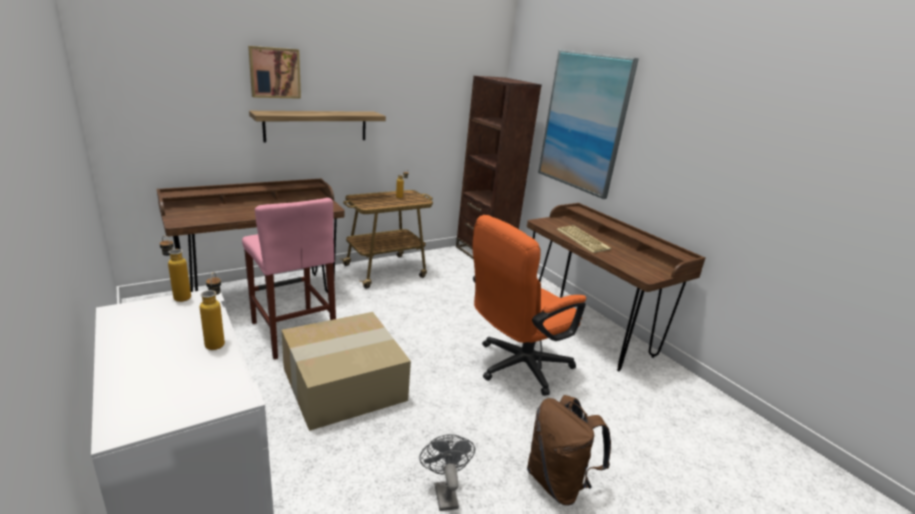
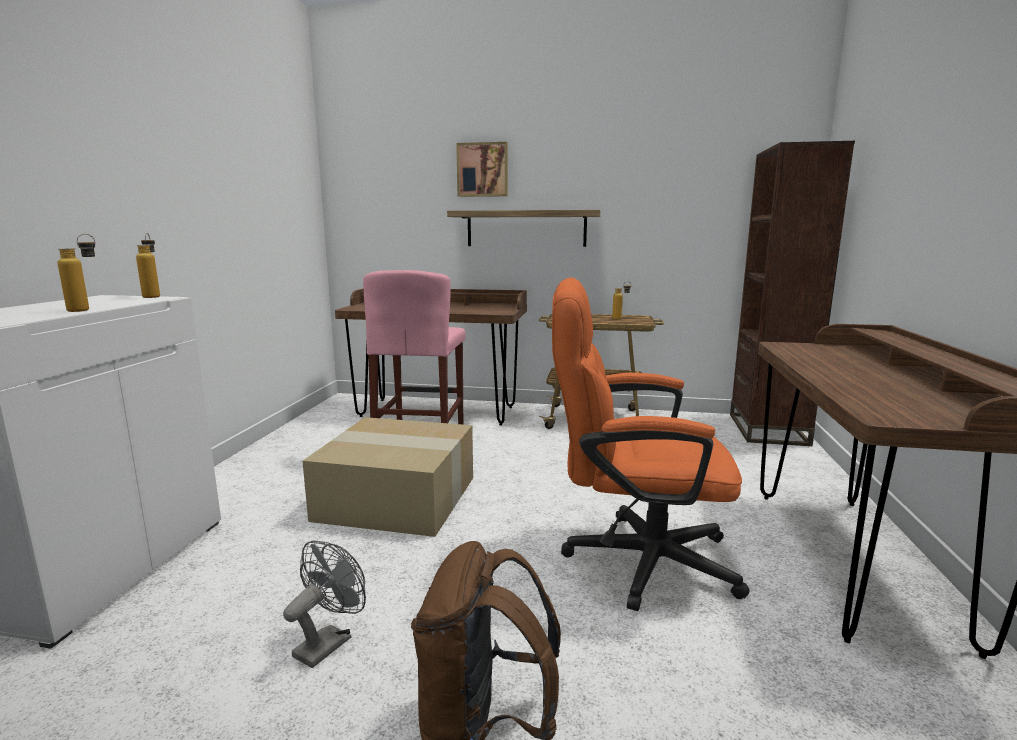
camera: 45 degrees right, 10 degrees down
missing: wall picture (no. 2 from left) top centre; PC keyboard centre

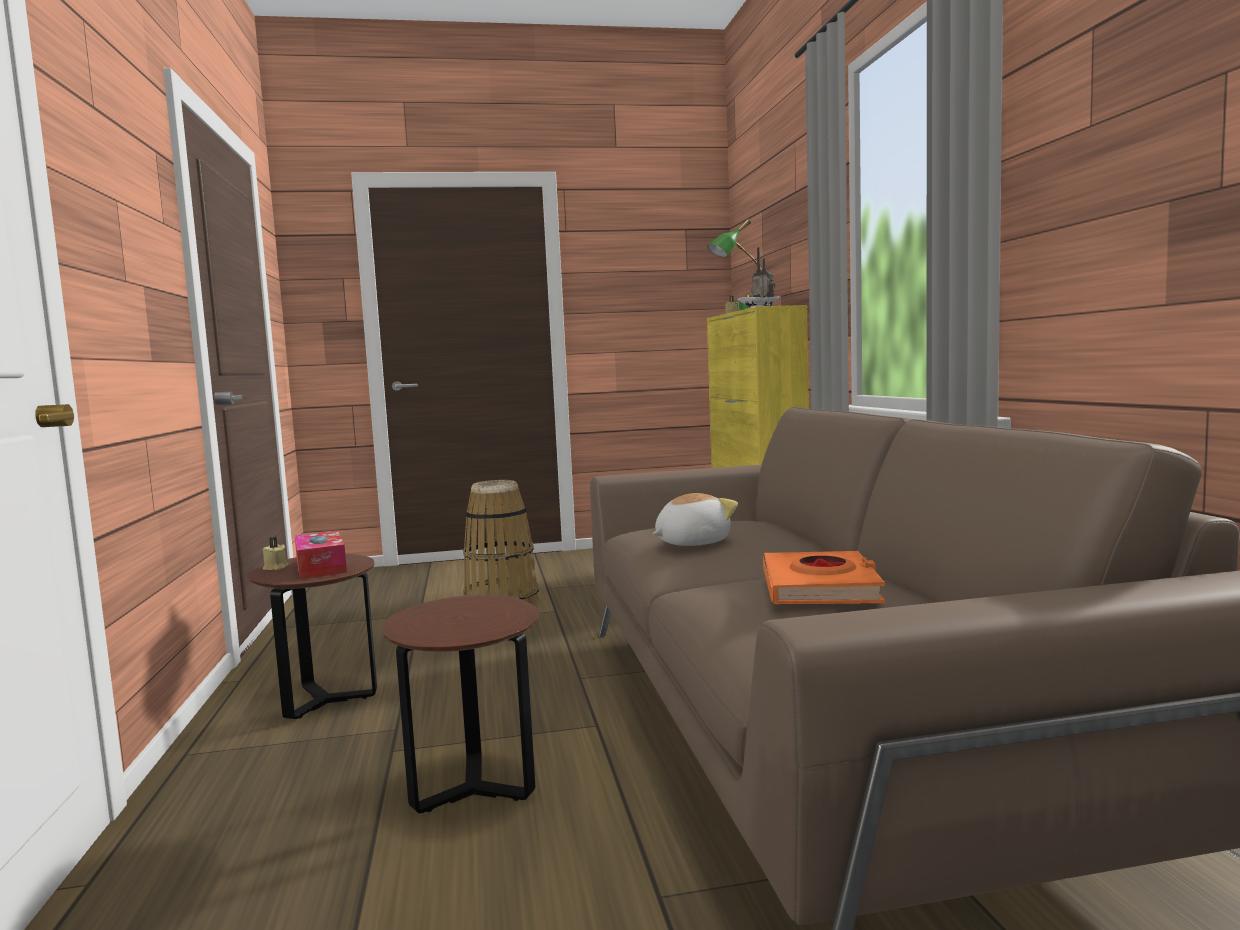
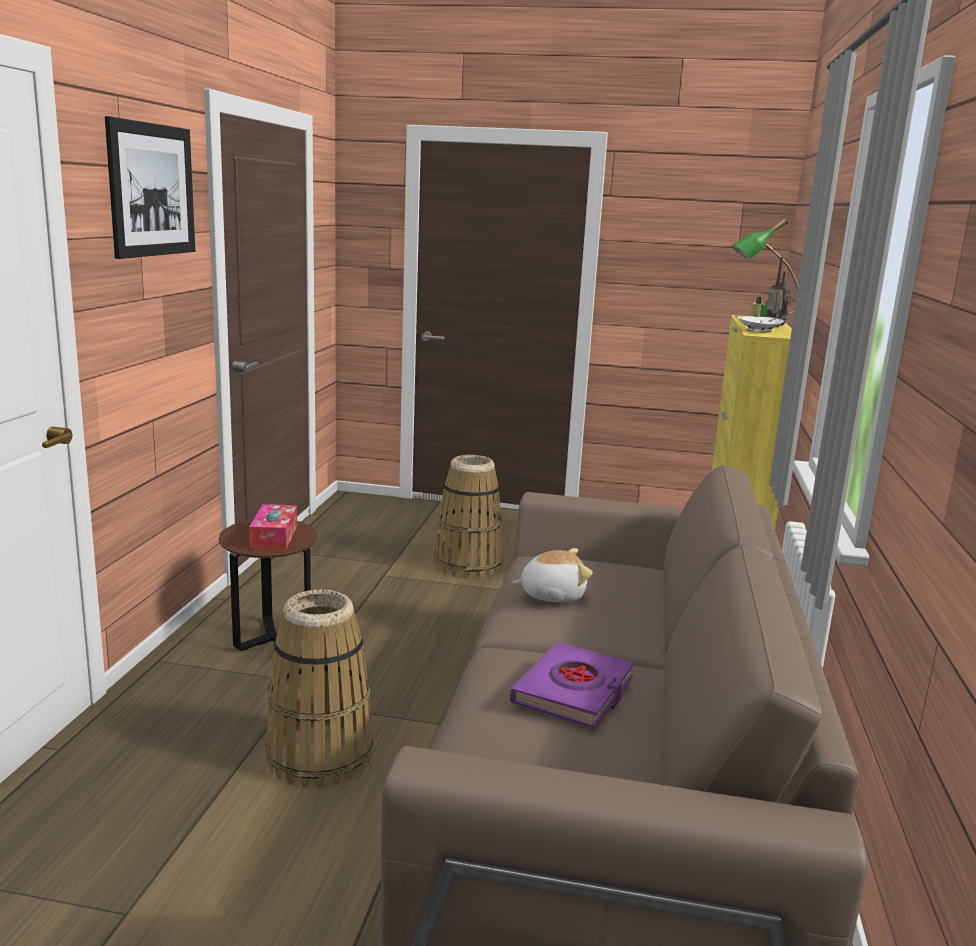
camera: 20 degrees right, 10 degrees up
missing: wax light in beige (no. 1 from left) middle left
appeared: wall picture top left
exchanged: side table in brown-coloured (no. 2 from left) bottom centre to basket (no. 1 from left) bottom left
colour: bound book in orange centre to bound book in purple-coloured bottom centre

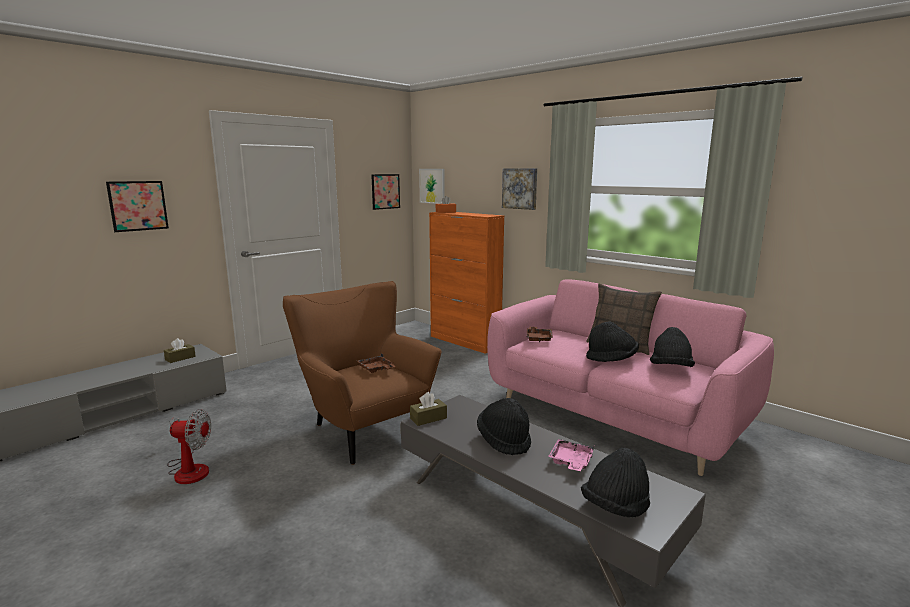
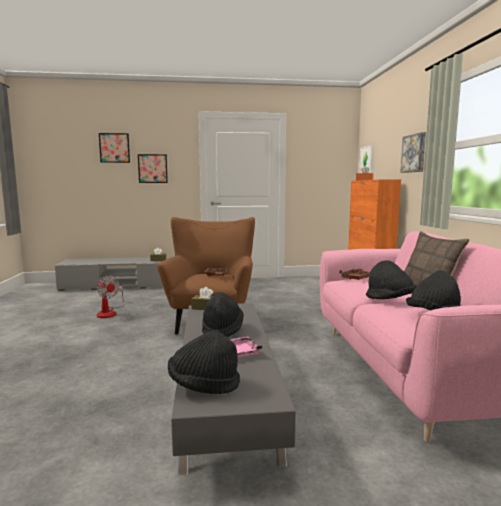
camera: 40 degrees right, 5 degrees down
relocated: wall picture (no. 2 from left in the first image) top centre to wall picture (no. 1 from left) top left

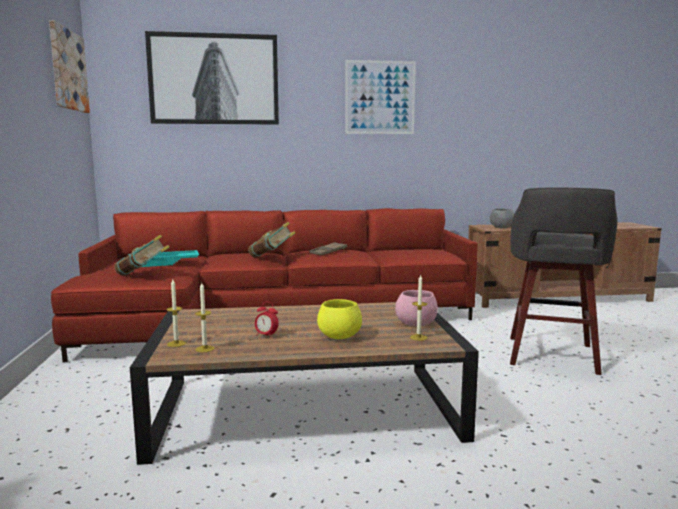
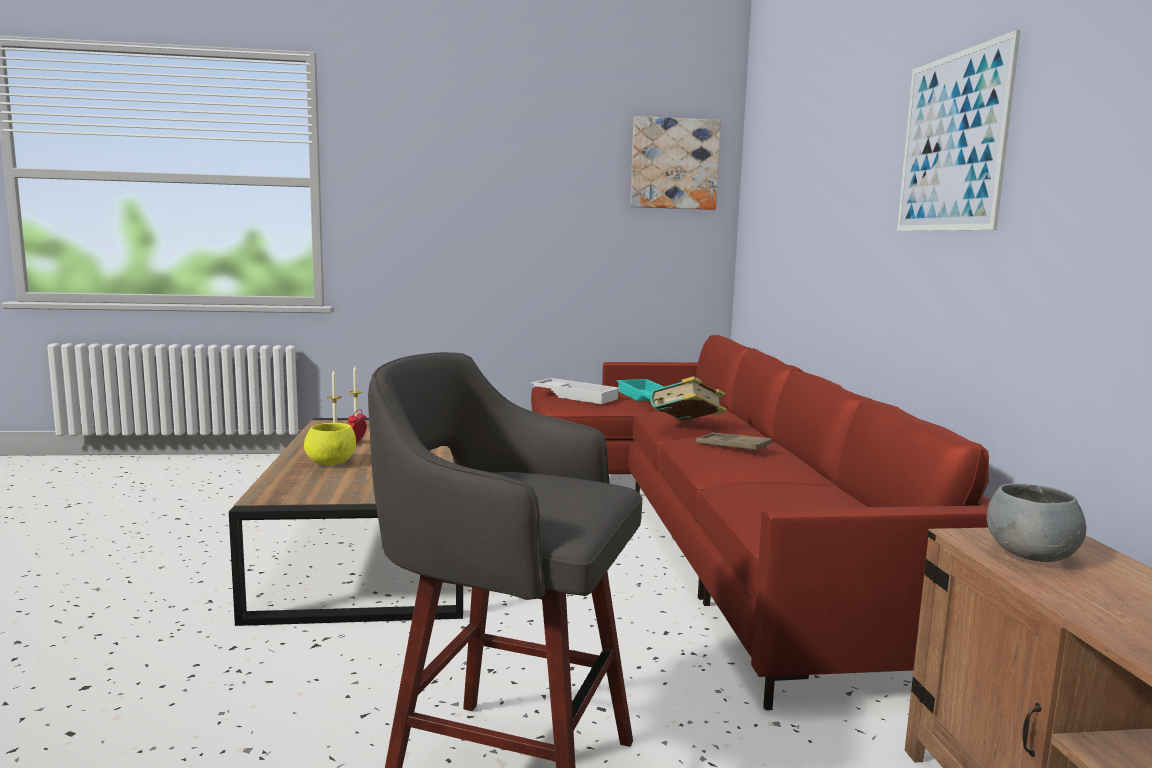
camera: 90 degrees right, 0 degrees up
missing: wall picture (no. 2 from left) top left; deep dish in pink-coloured centre; wax light (no. 3 from left) centre
exchanged: bound book (no. 1 from left) middle left to tray in whitish centre

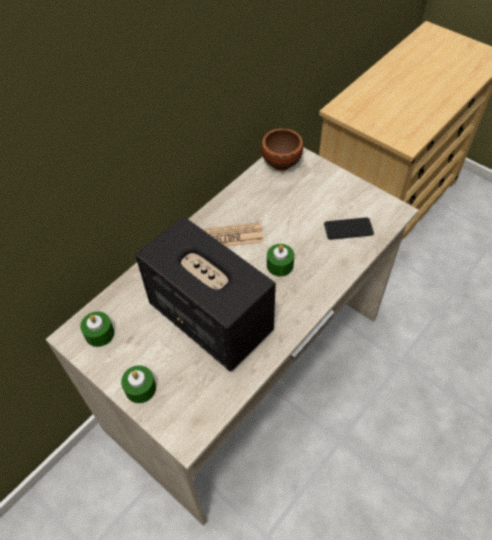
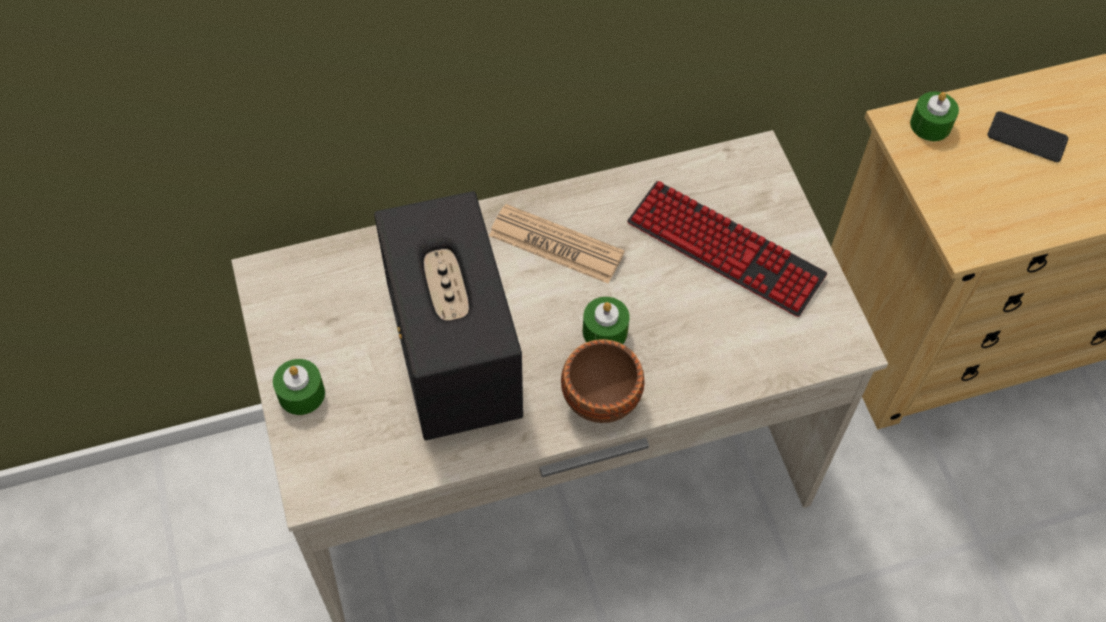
camera: 30 degrees right, 5 degrees up
appeared: PC keyboard centre
relocated: wax light in green (no. 1 from left in the first image) middle left to wax light in green (no. 3 from left) top right; deep dish in brown-coloured top centre to centre; handset middle right to top right

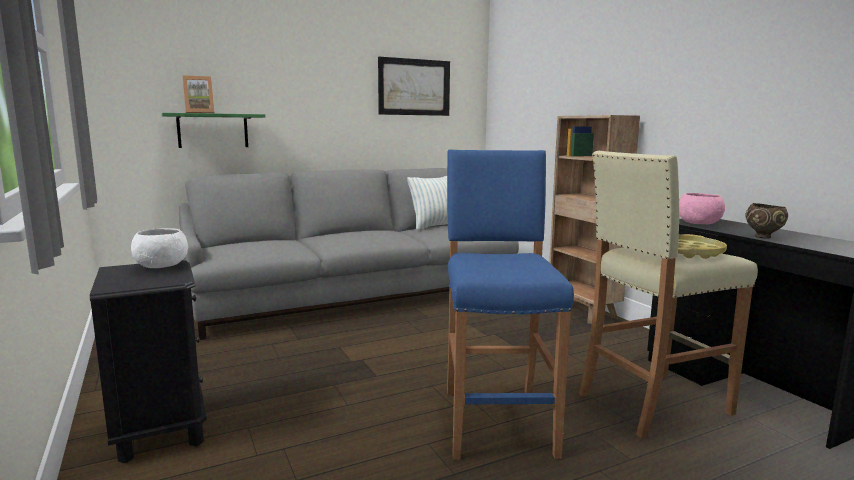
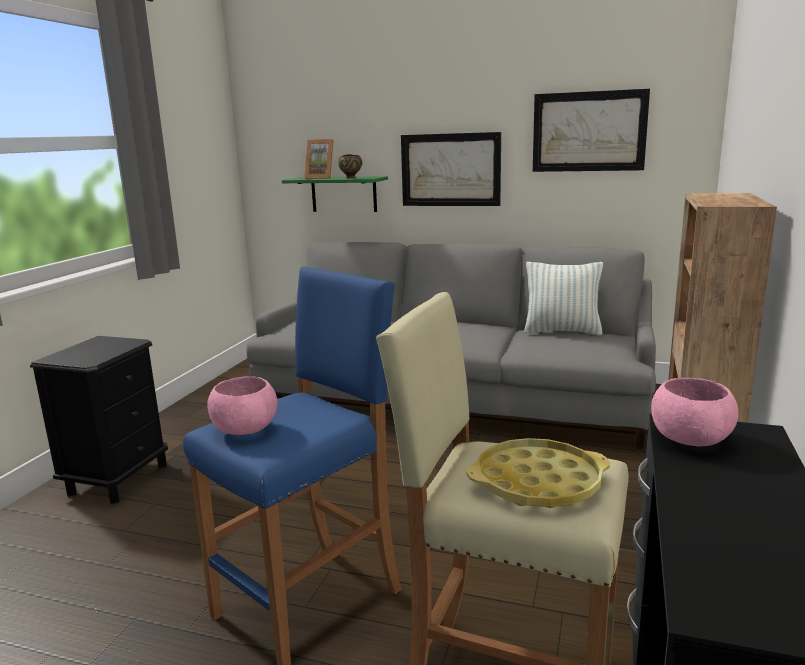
camera: 45 degrees right, 5 degrees up
missing: deep dish in whitish middle left
appeared: deep dish in pink-coloured (no. 1 from left) middle left; wall picture (no. 1 from left) top centre
relocated: deep dish in brown-coloured middle right to top centre

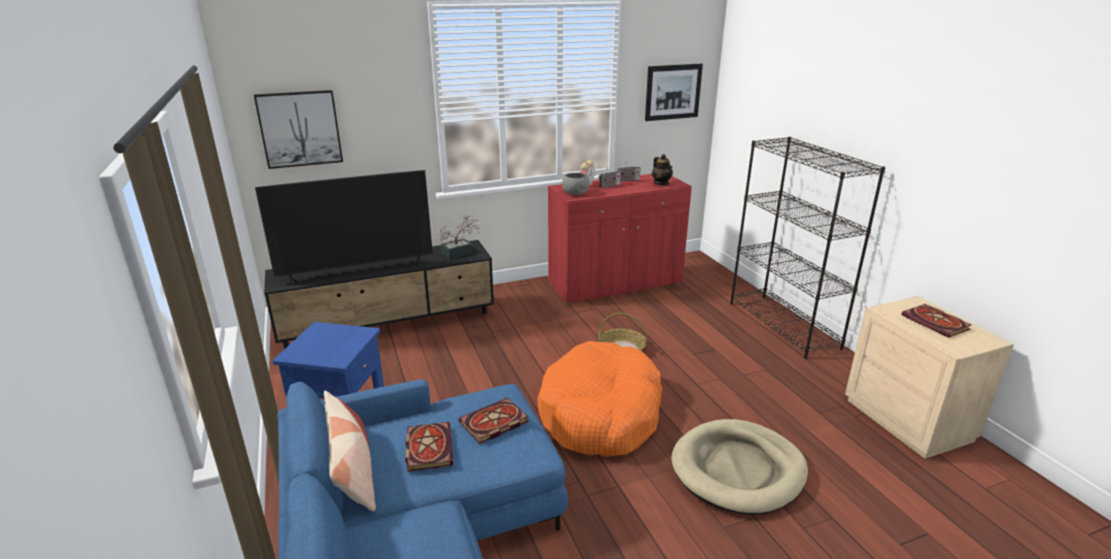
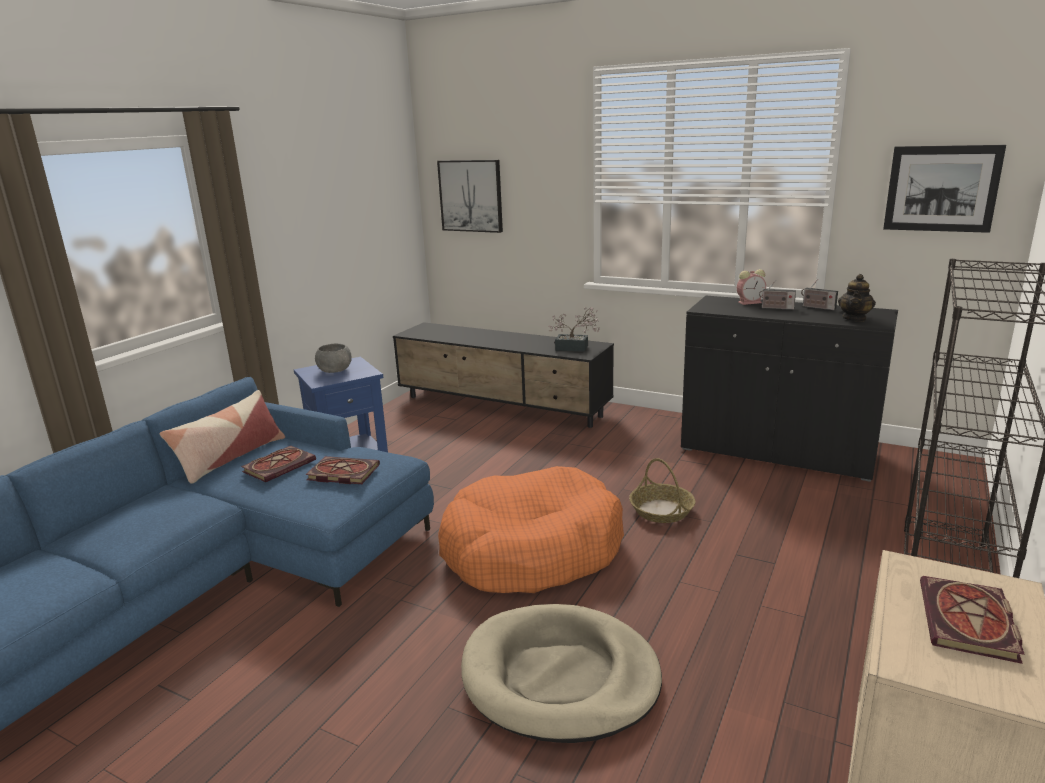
camera: 50 degrees right, 5 degrees down
missing: TV middle left
relocated: deep dish in gray top centre to middle left
colour: cabinet in red-coloured centre to cabinet in black-coloured middle right

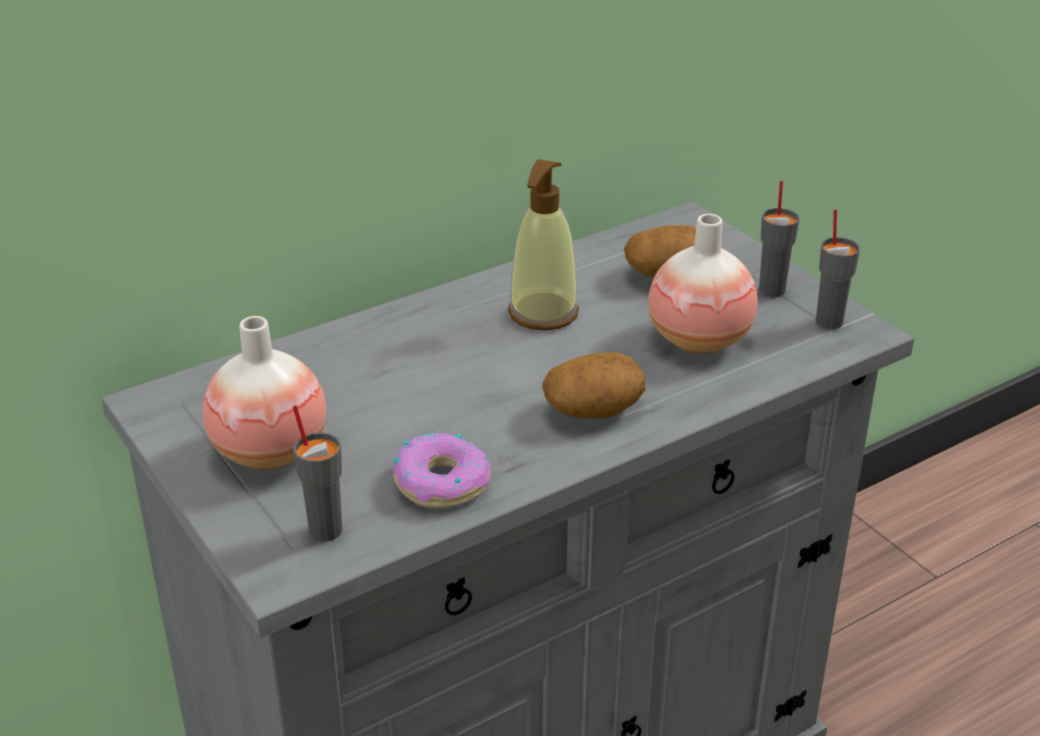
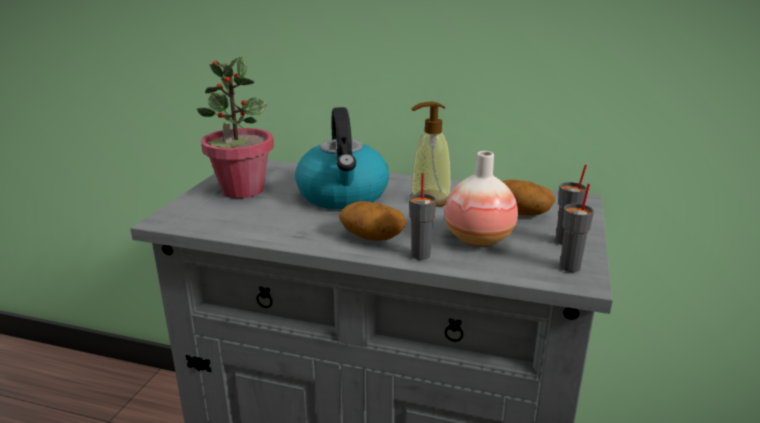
camera: 50 degrees right, 10 degrees down
missing: donut centre
appeared: kettle centre
relocated: drinking cup in gray (no. 1 from left) middle left to centre
exchanged: flower vase (no. 1 from left) middle left to houseplant top left

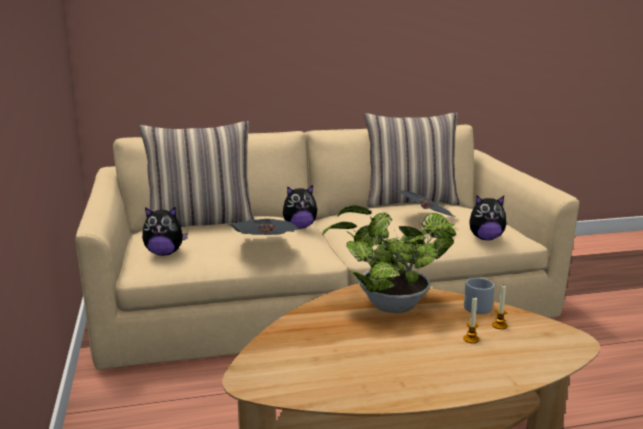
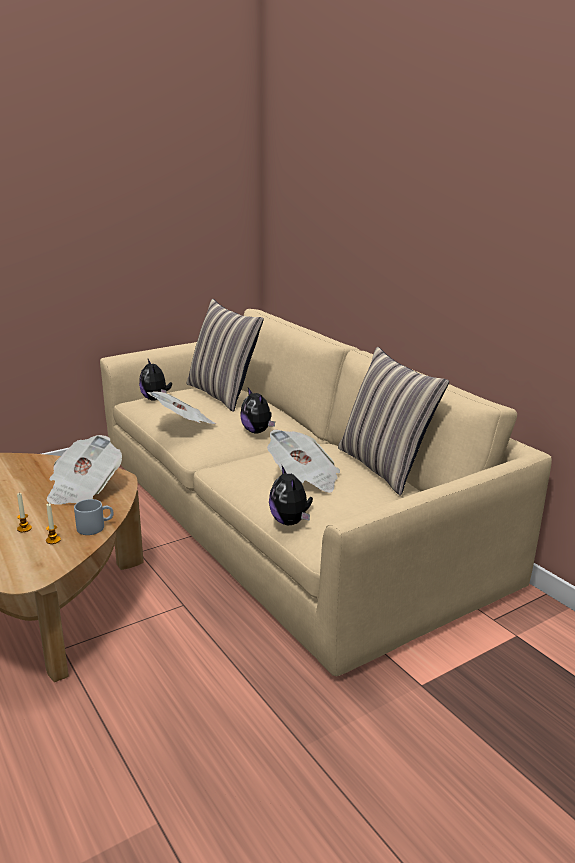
camera: 70 degrees right, 5 degrees up
exchanged: houseplant centre to daily paper (no. 1 from left) middle left

